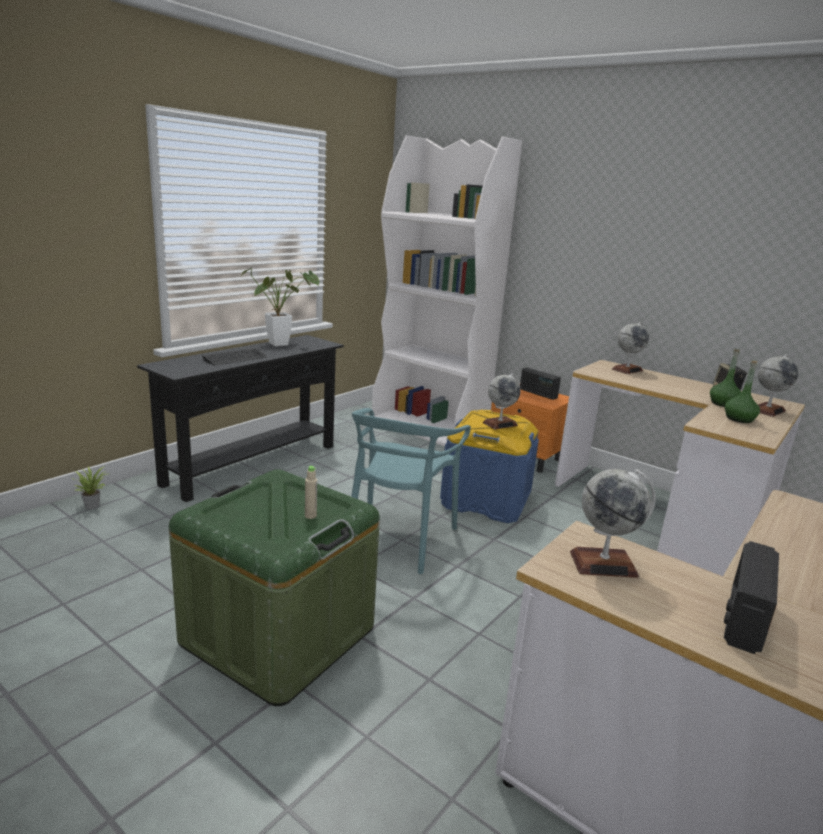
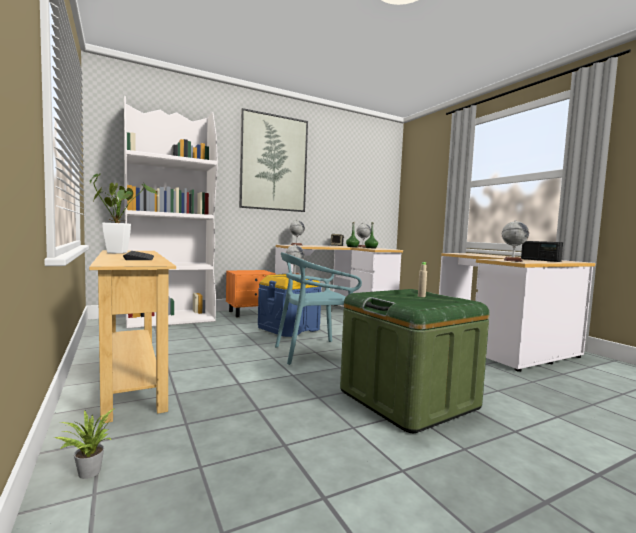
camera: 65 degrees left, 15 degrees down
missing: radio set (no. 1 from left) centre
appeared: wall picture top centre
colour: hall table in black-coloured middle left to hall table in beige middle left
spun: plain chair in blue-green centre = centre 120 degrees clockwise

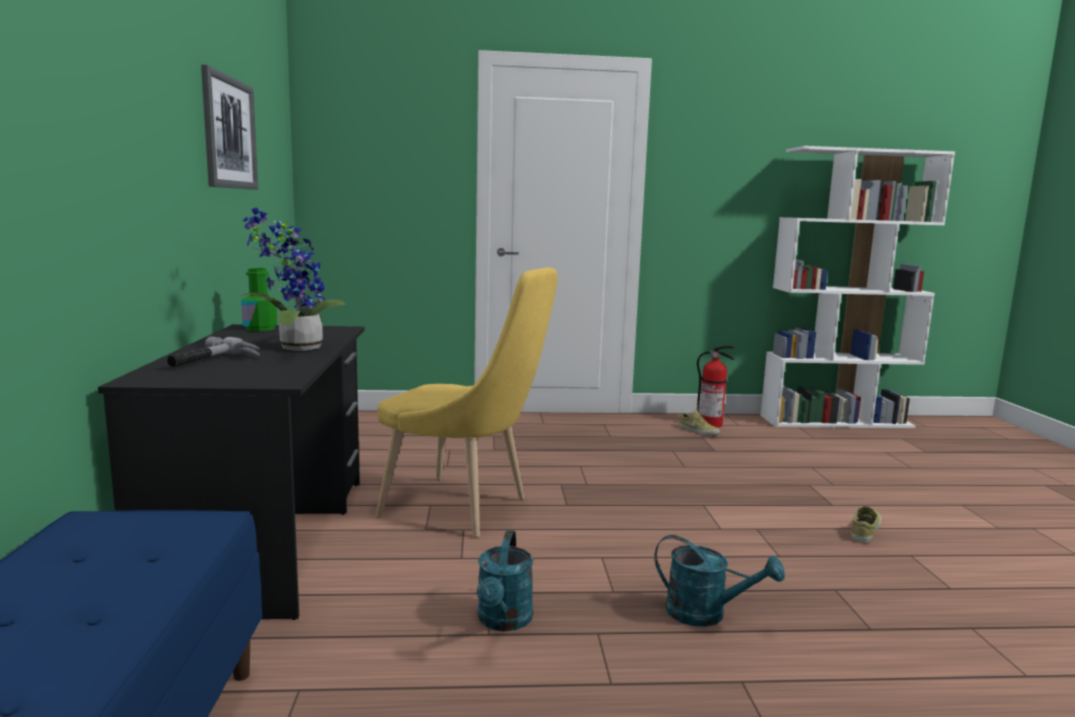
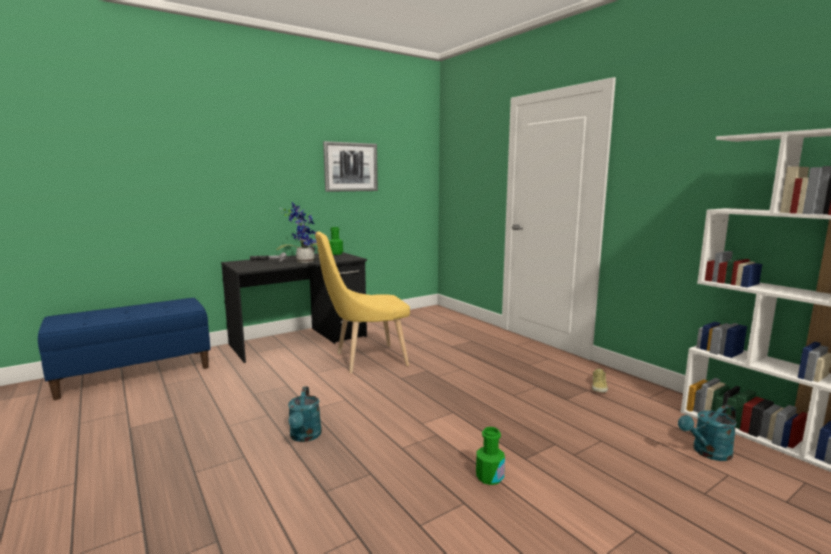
camera: 60 degrees right, 0 degrees up
missing: fire-fighting cylinder centre
relocated: watering can in blue-green (no. 1 from left in the first image) bottom centre to watering can in blue-green (no. 2 from left) bottom right
exchanged: item of footwear in beige (no. 2 from left) bottom right to bottle in green (no. 2 from left) bottom centre
spun: plain chair in yellow centre = centre 75 degrees clockwise

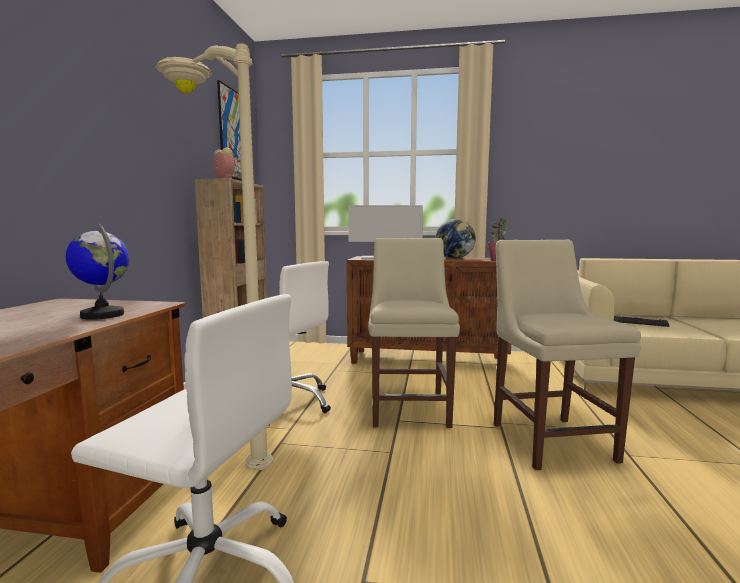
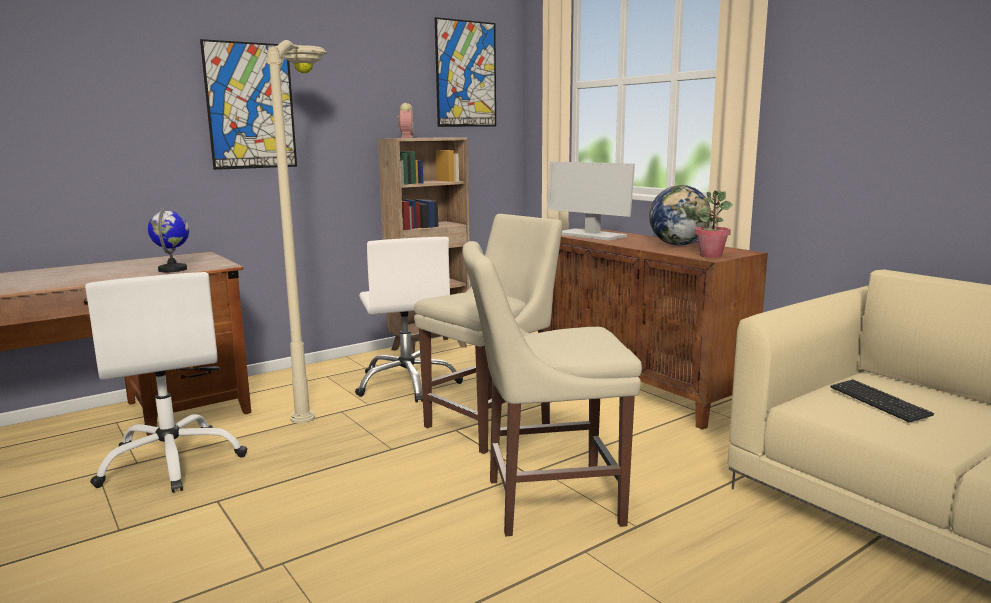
camera: 45 degrees right, 5 degrees up
appeared: wall picture (no. 1 from left) top left
spun: plain chair in beige (no. 2 from left) middle right = centre 135 degrees counterclockwise

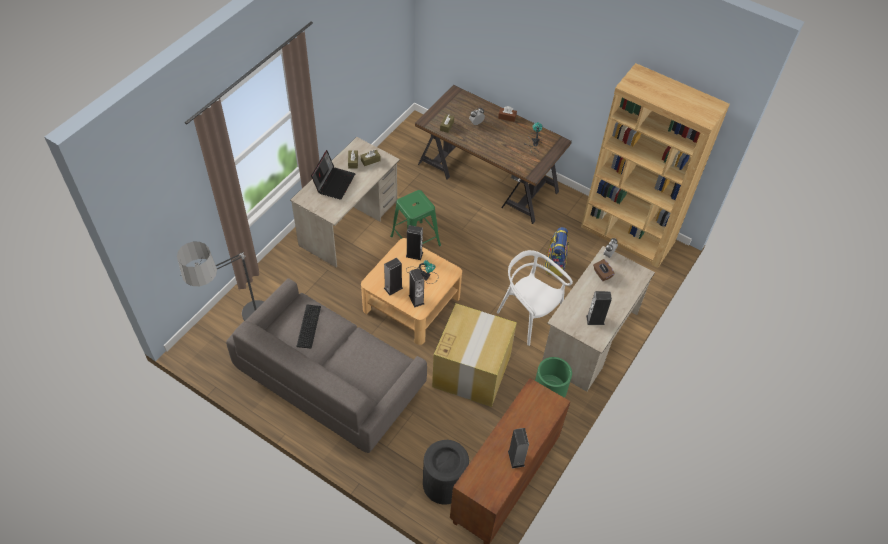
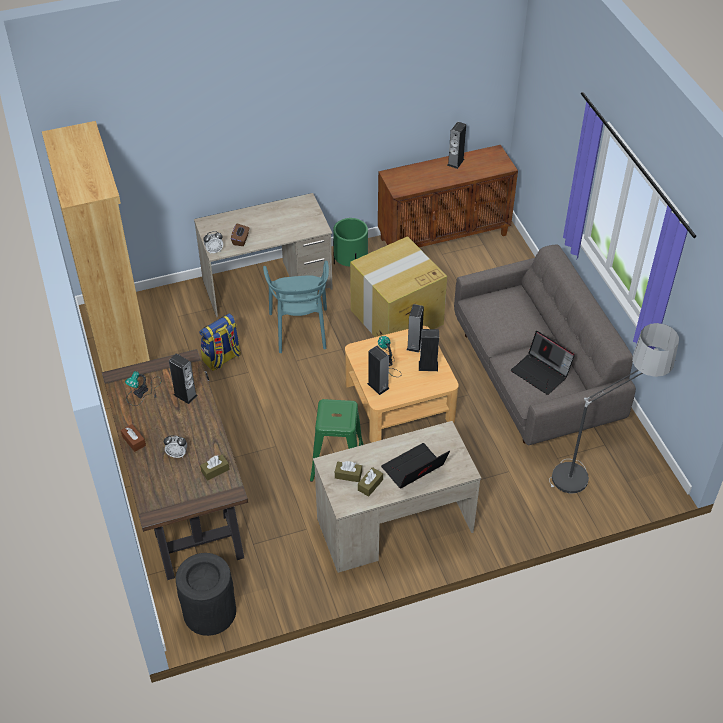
camera: 140 degrees left, 5 degrees down
relocated: trash can in black-coloured bottom centre to bottom left; speaker (no. 5 from left in the first image) middle right to speaker (no. 1 from left) middle left
exchanged: PC keyboard centre to laptop (no. 2 from left) middle right
colour: plain chair in whitish centre to plain chair in blue-green centre

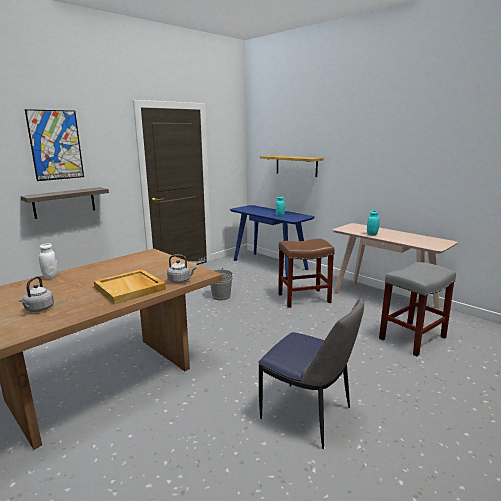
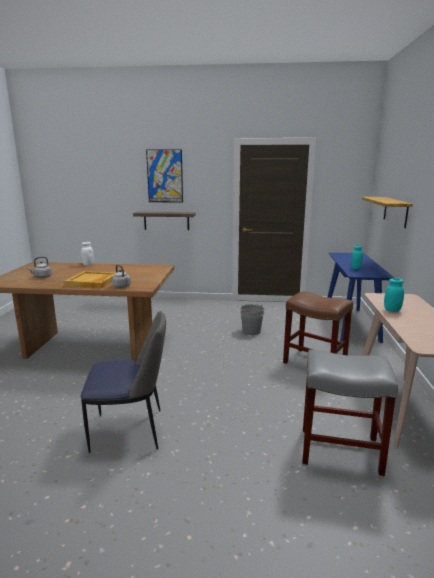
camera: 50 degrees right, 0 degrees up
spun: plain chair bottom centre = middle left 90 degrees counterclockwise

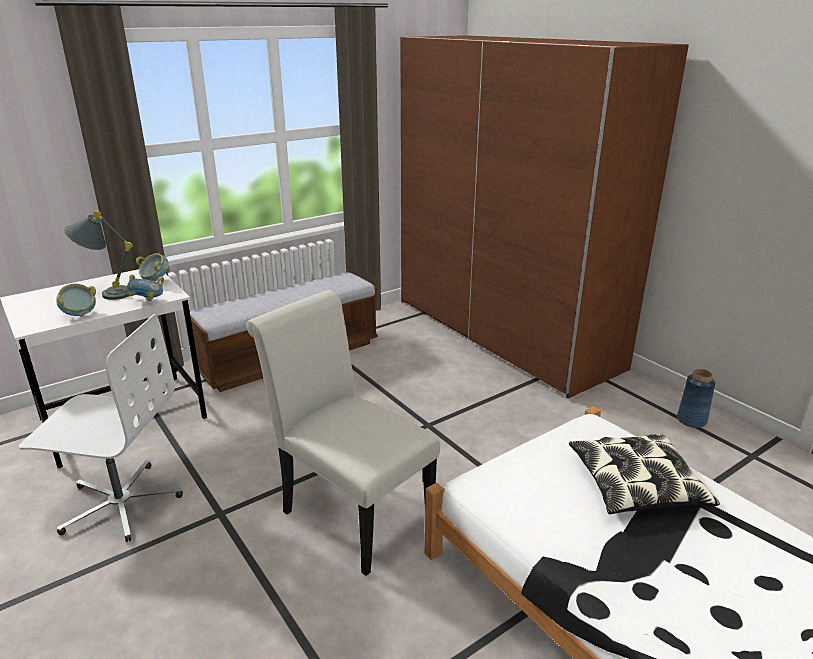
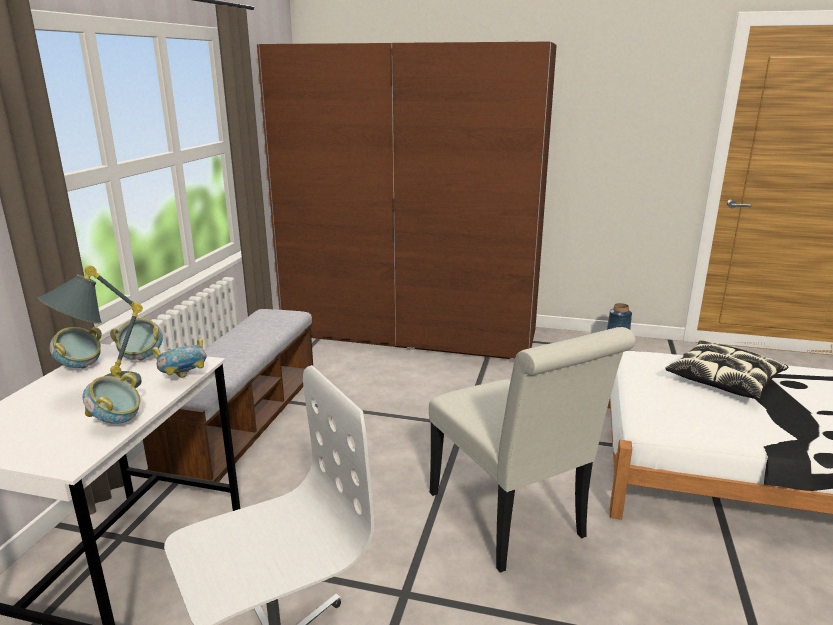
camera: 40 degrees left, 5 degrees down
appeared: deep dish (no. 1 from left) middle left
spun: plain chair in whitish centre = bottom centre 120 degrees counterclockwise

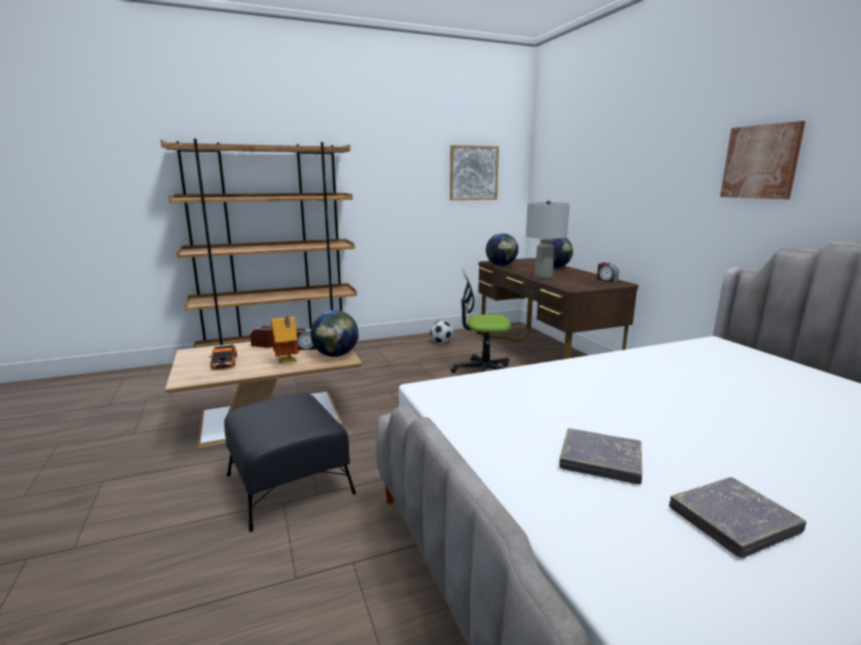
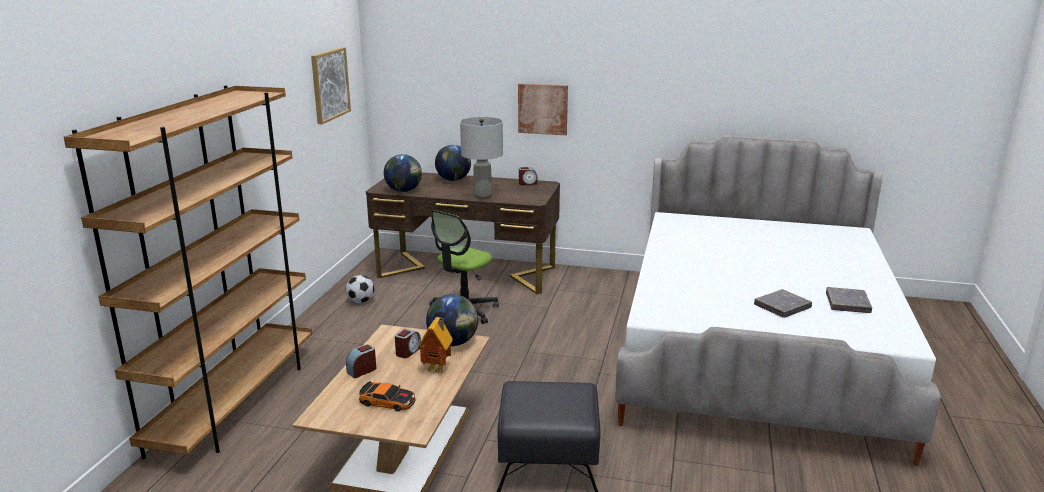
camera: 55 degrees left, 5 degrees up
relocated: wall picture (no. 2 from left) top right to top centre

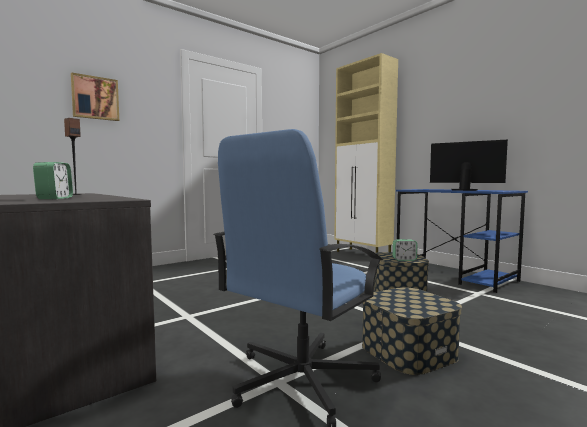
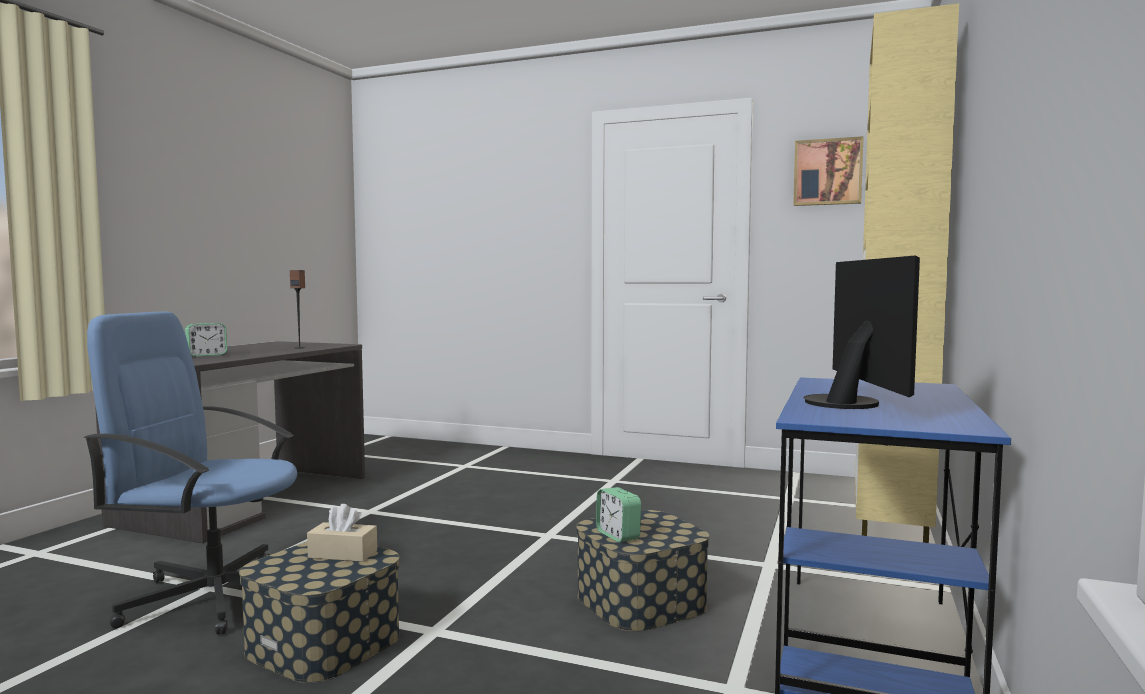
camera: 60 degrees right, 0 degrees up
appeared: tissue holder in beige bottom left
relocated: wall picture top left to top right

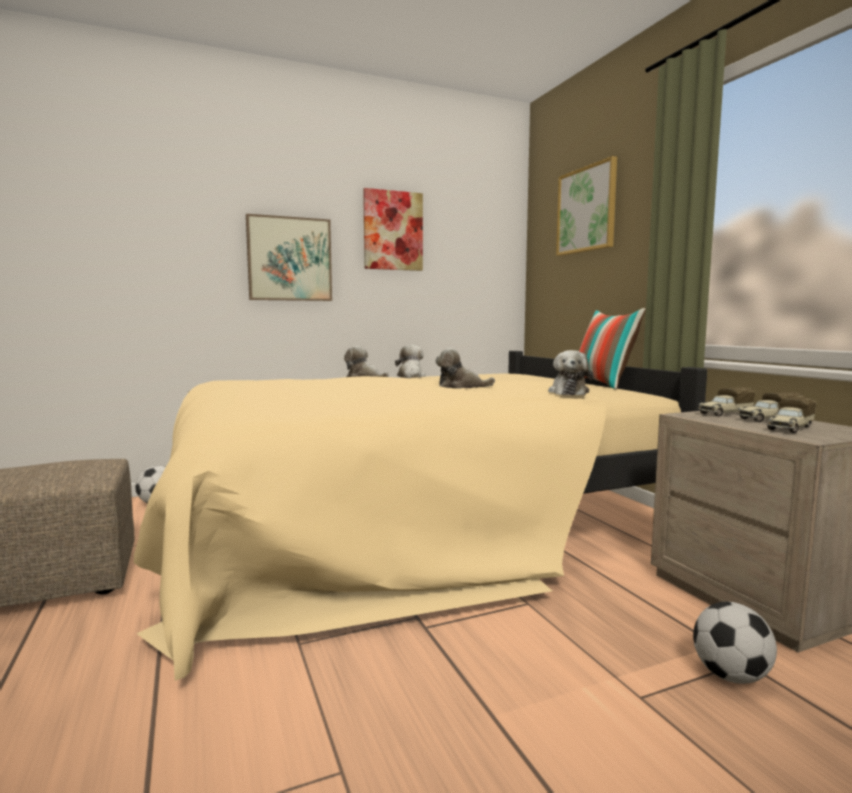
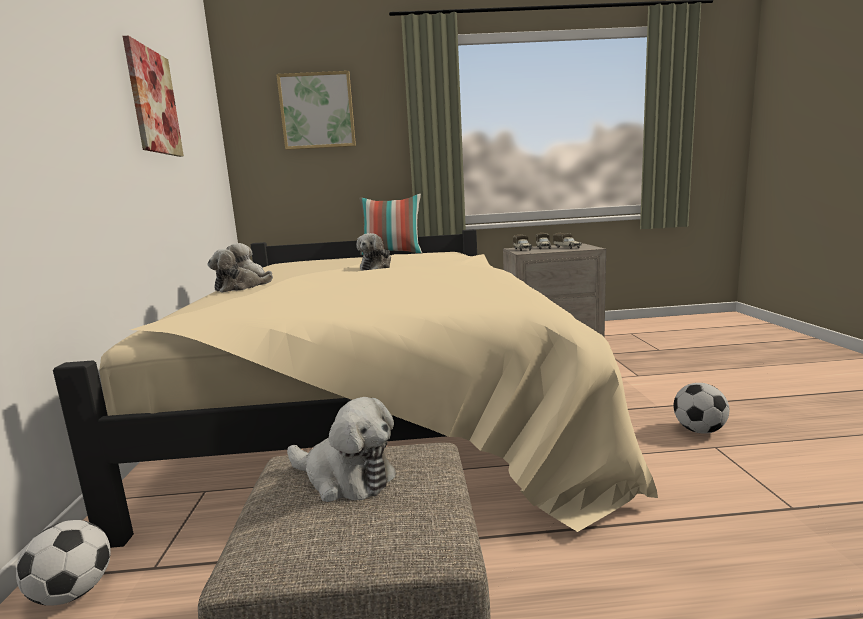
camera: 70 degrees left, 5 degrees up
missing: wall picture (no. 1 from left) top centre
relocated: soft toy (no. 4 from left in the first image) middle right to soft toy (no. 3 from left) bottom centre; football ball (no. 2 from left) bottom right to middle right

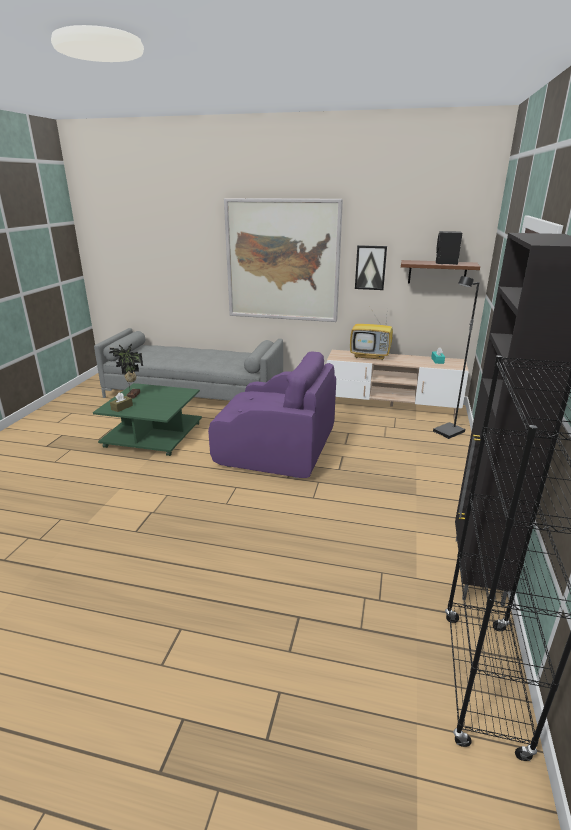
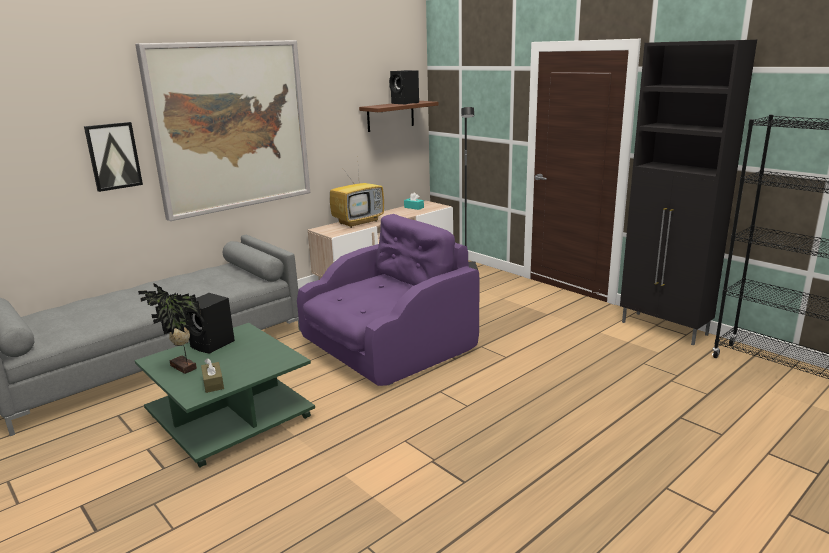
camera: 55 degrees left, 5 degrees down
appeared: speaker in black-coloured (no. 1 from left) middle left
relocated: wall picture (no. 2 from left in the first image) top centre to wall picture (no. 1 from left) top left

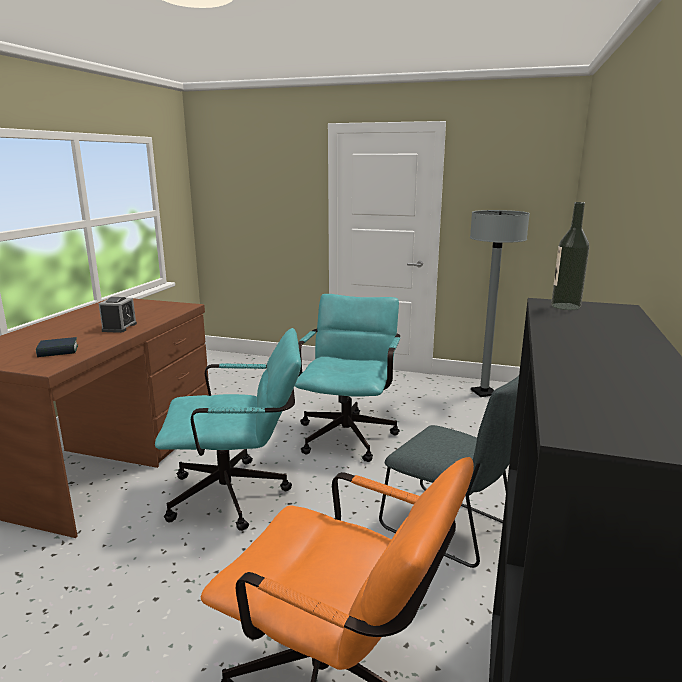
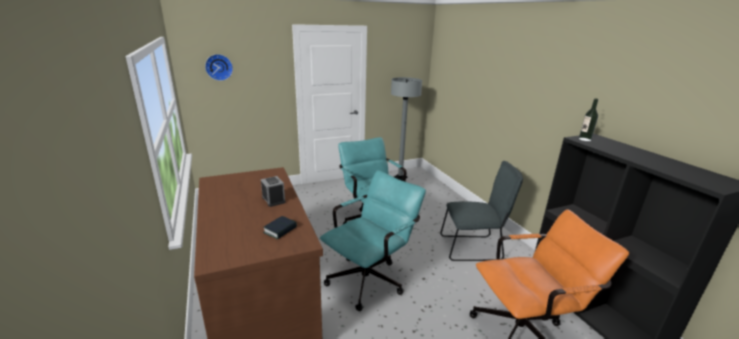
camera: 40 degrees left, 5 degrees up
appeared: wall clock top left

